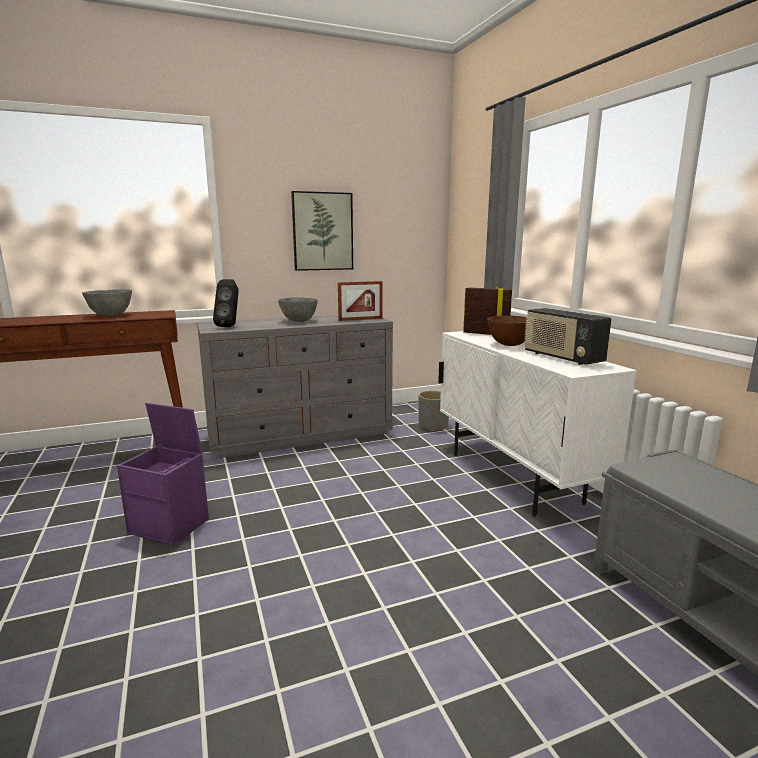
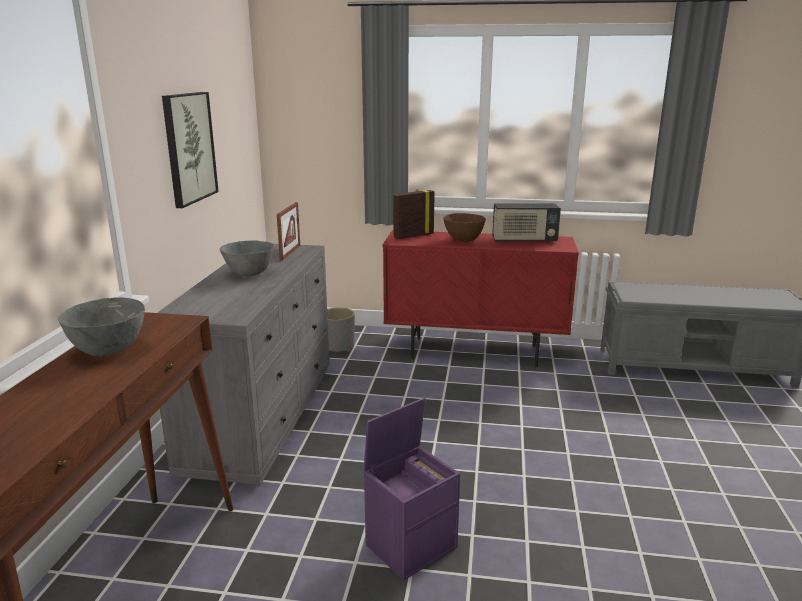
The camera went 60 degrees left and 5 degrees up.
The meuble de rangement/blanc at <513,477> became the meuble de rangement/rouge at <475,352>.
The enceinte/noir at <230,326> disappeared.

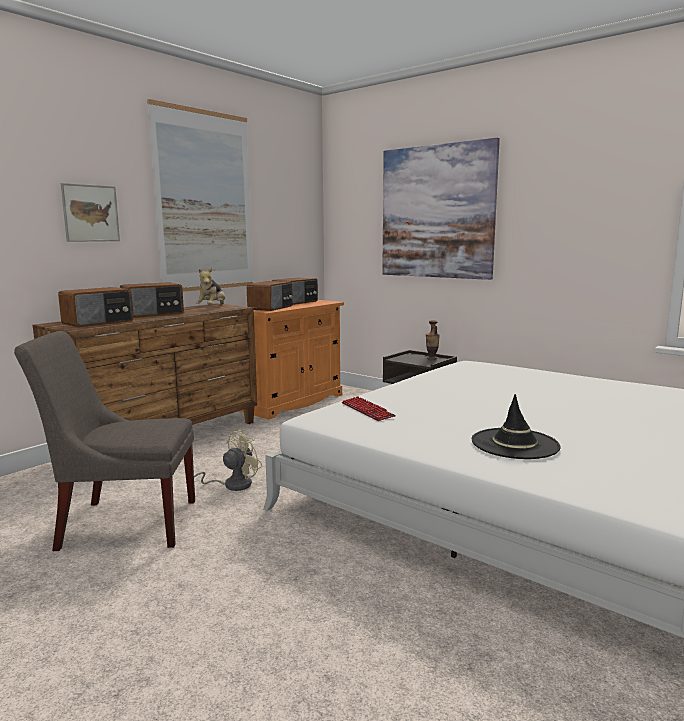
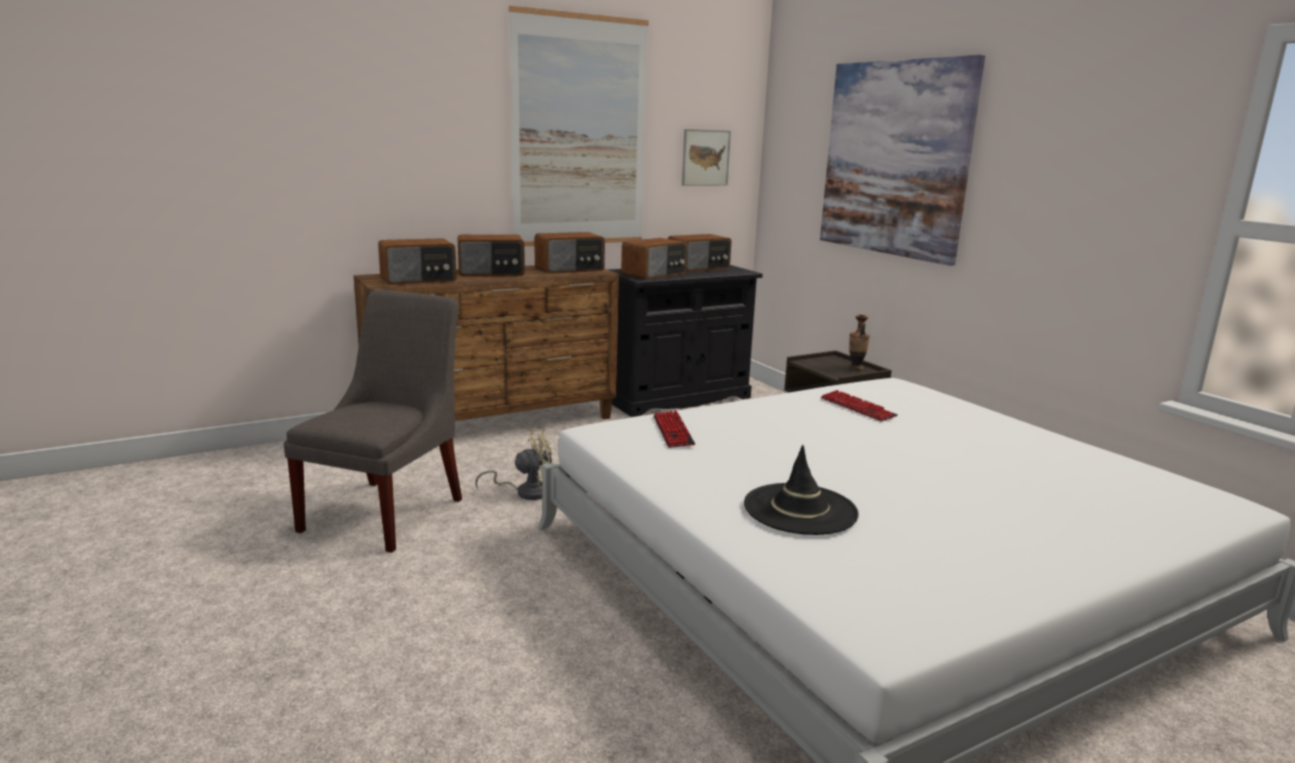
The camera went 20 degrees right and 5 degrees up.
The chaise/gris at <123,523> turned 90 degrees clockwise.
The peluche at <212,307> was replaced by the radio at <570,269>.
The meuble de rangement/orange at <290,402> became the meuble de rangement/noir at <676,397>.
The tableau moved from <90,213> to <705,157>.
The clavier at <857,408> appeared.

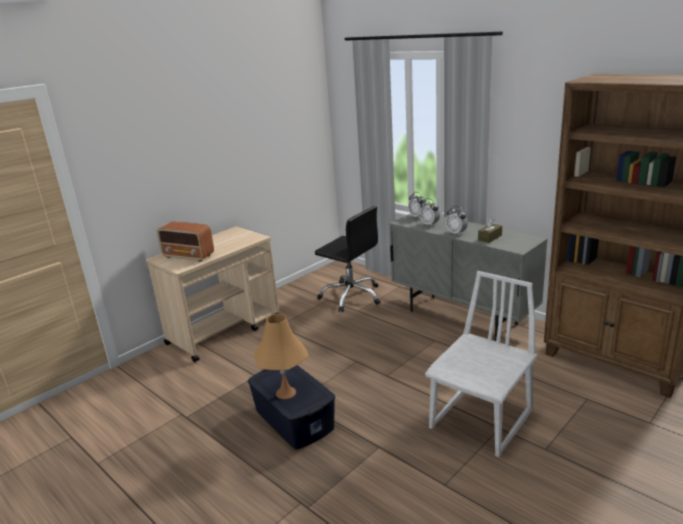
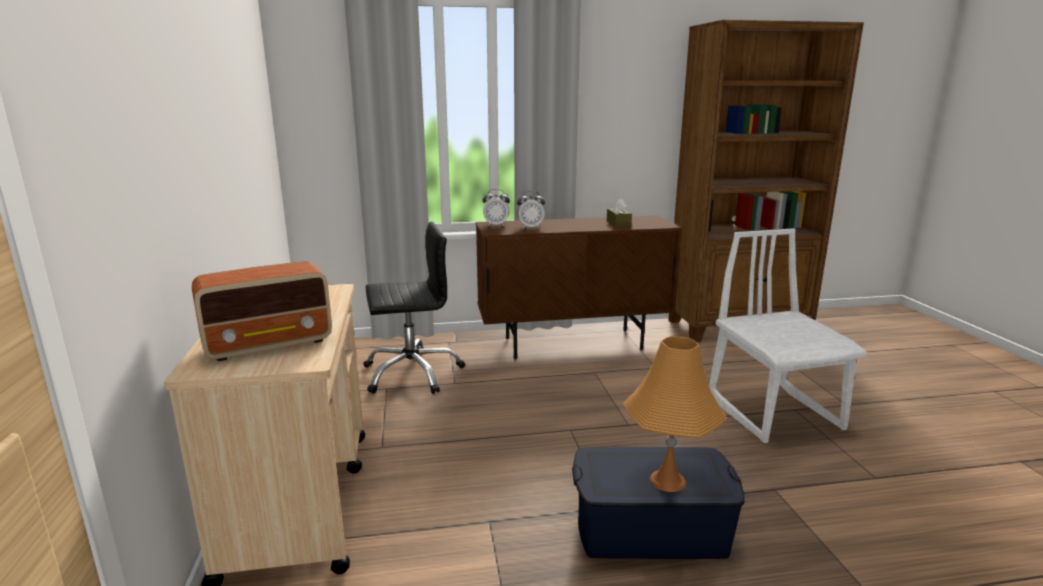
The camera went 55 degrees left and 5 degrees down.
The meuble de rangement/gris at <462,318> became the meuble de rangement/marron at <573,344>.
The réveil at <456,233> disappeared.

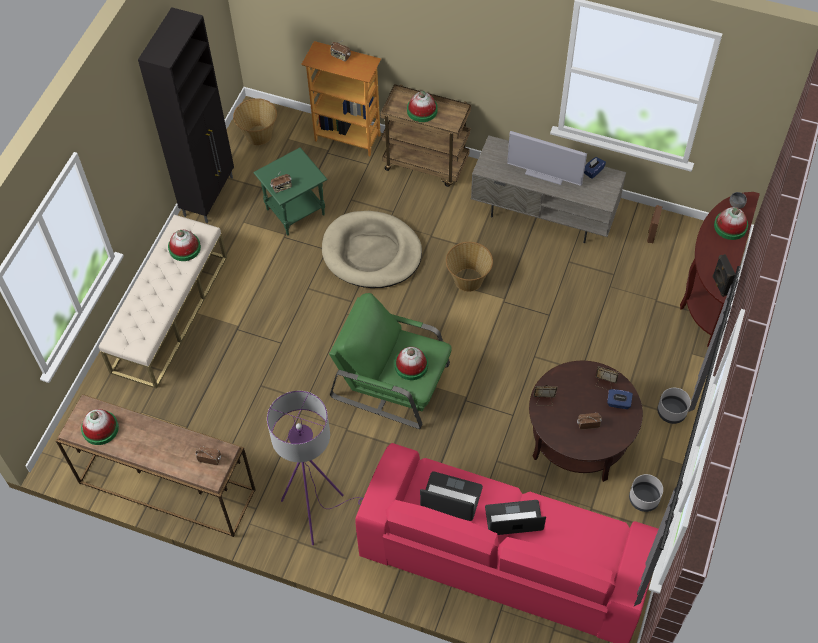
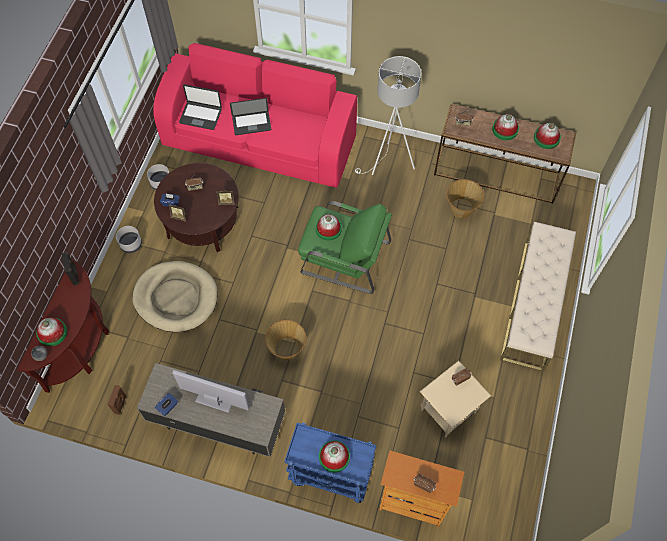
The camera went 175 degrees right and 5 degrees up.
The panier pour chien/beige moved from <371,252> to <176,298>.
The ordinateur portable moved from <451,498> to <201,115>.
The chariot/marron at <426,163> became the chariot/bleu at <330,475>.
The lampadaire/violet at <316,510> became the lampadaire/blanc at <388,164>.
The table d'appoint/vert at <296,211> became the table d'appoint/beige at <447,411>.
The panier moved from <258,135> to <461,209>.
The chapeau moved from <184,248> to <505,129>.
The meuble de rangement/noir at <209,196> disappeared.

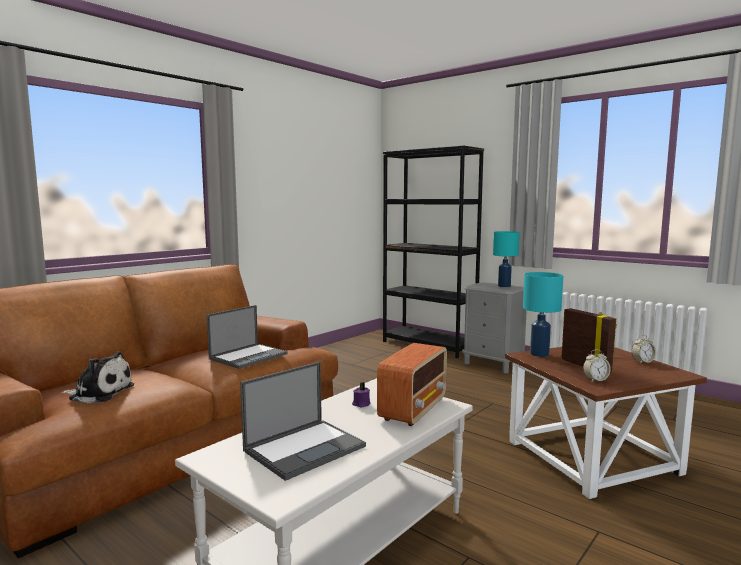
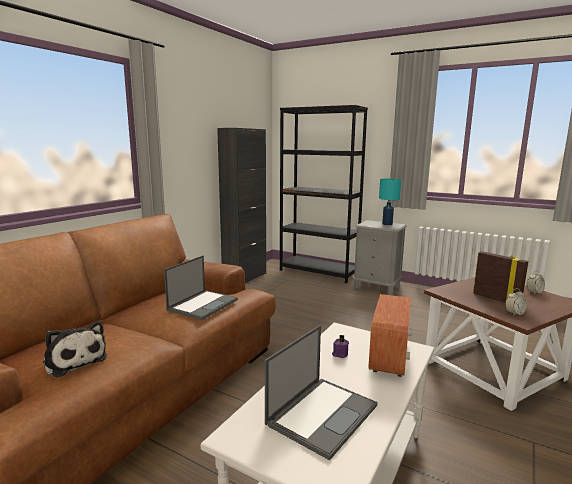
The camera went 10 degrees left and 5 degrees up.
The peluche at <99,393> turned 45 degrees clockwise.
The meuble de rangement/noir at <245,278> appeared.
The lampe de table/turquoise at <539,354> disappeared.

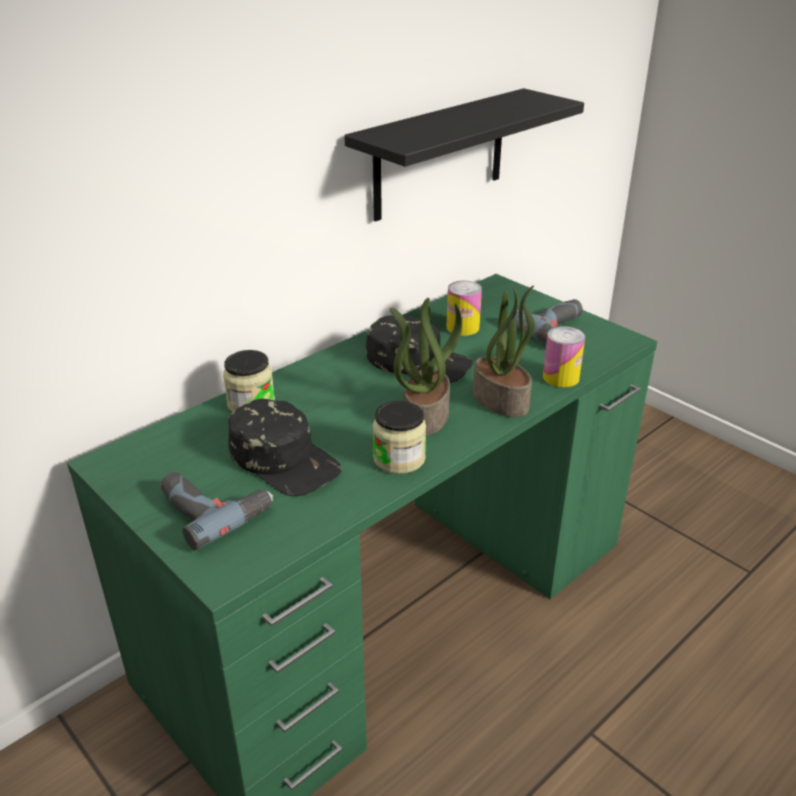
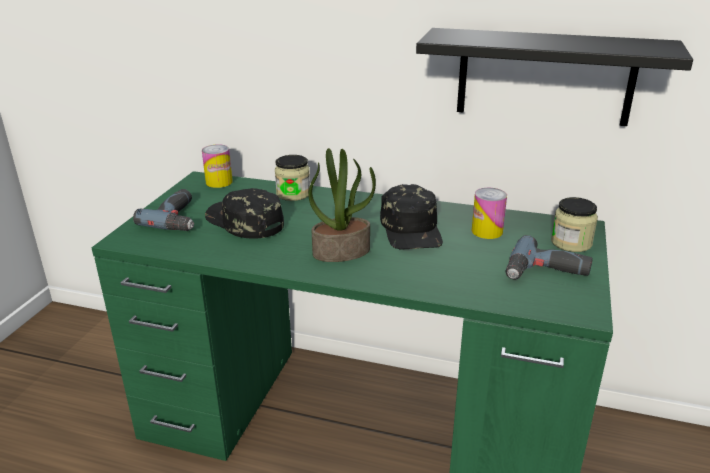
The camera went 60 degrees right and 5 degrees down.
The boîte métallique moved from <560,377> to <219,182>.
The casquette/noir at <284,459> turned 120 degrees clockwise.
The bocal moved from <399,458> to <571,243>.
The plante en pot at <502,400> disappeared.

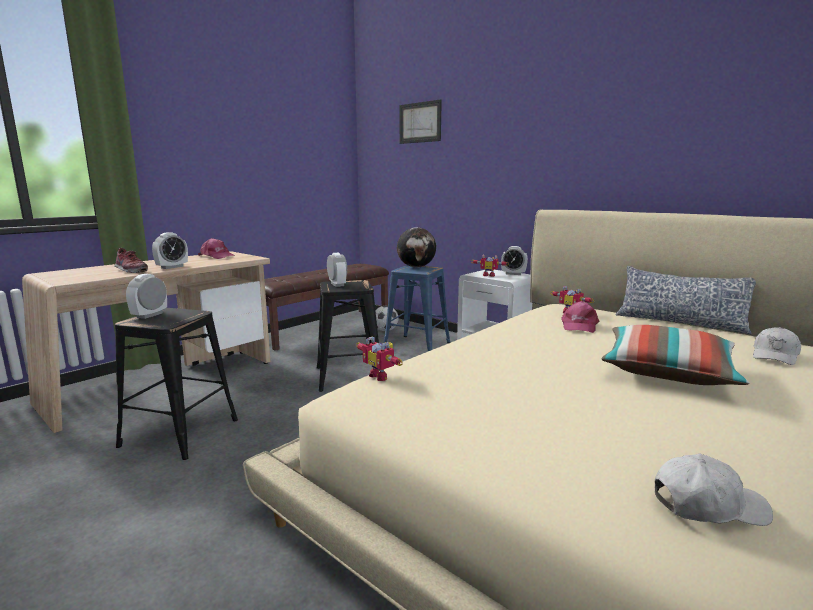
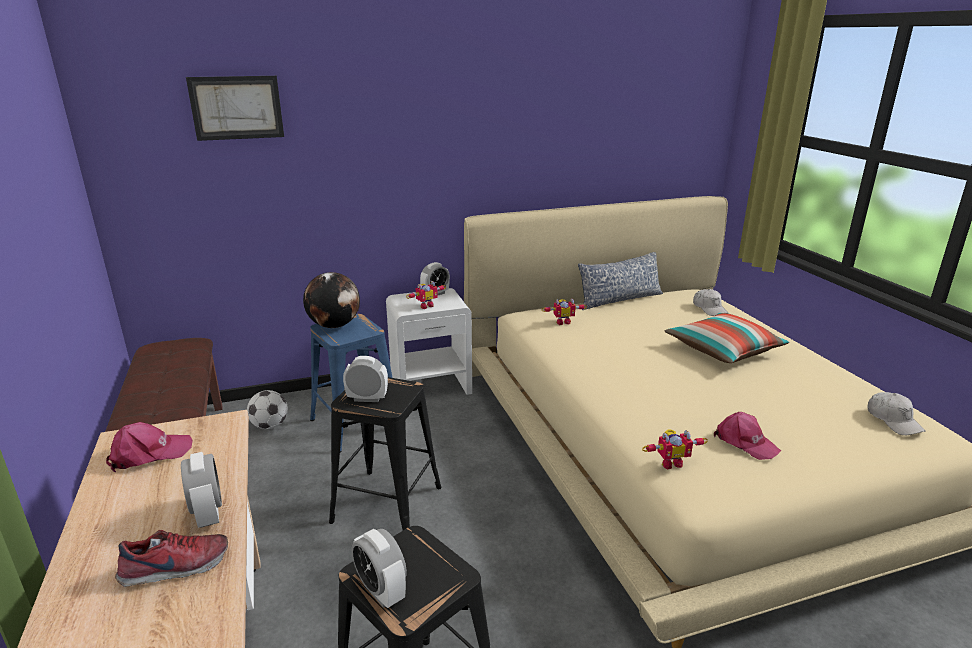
The camera went 60 degrees left and 10 degrees up.
The casquette/rose moved from <578,325> to <745,442>.
The casquette/blanc at <707,505> turned 135 degrees clockwise.

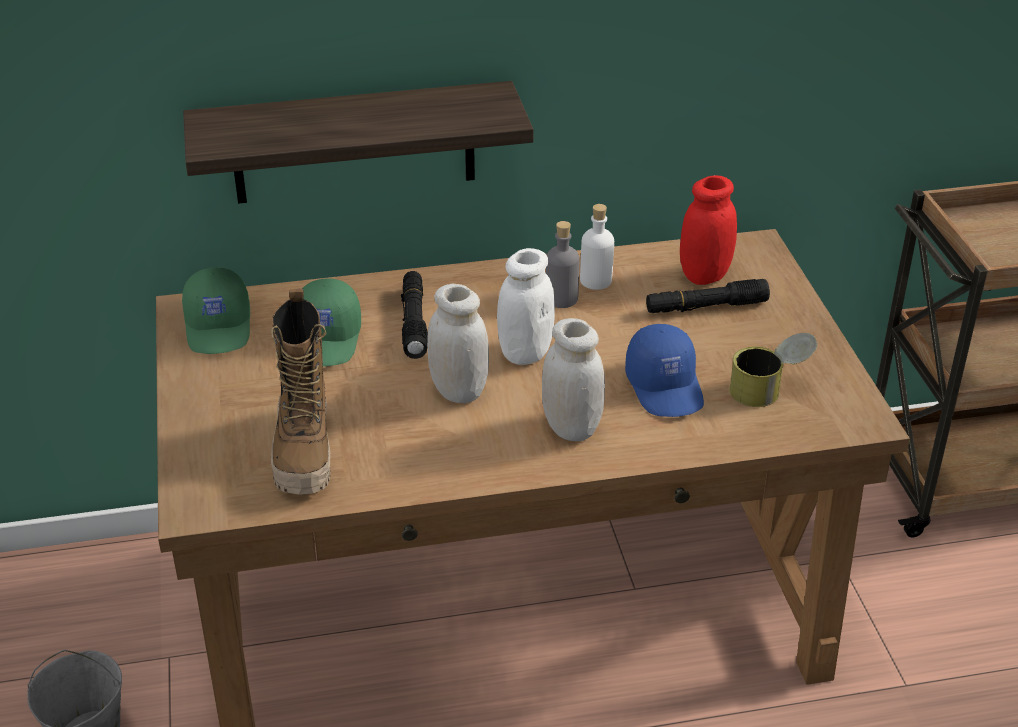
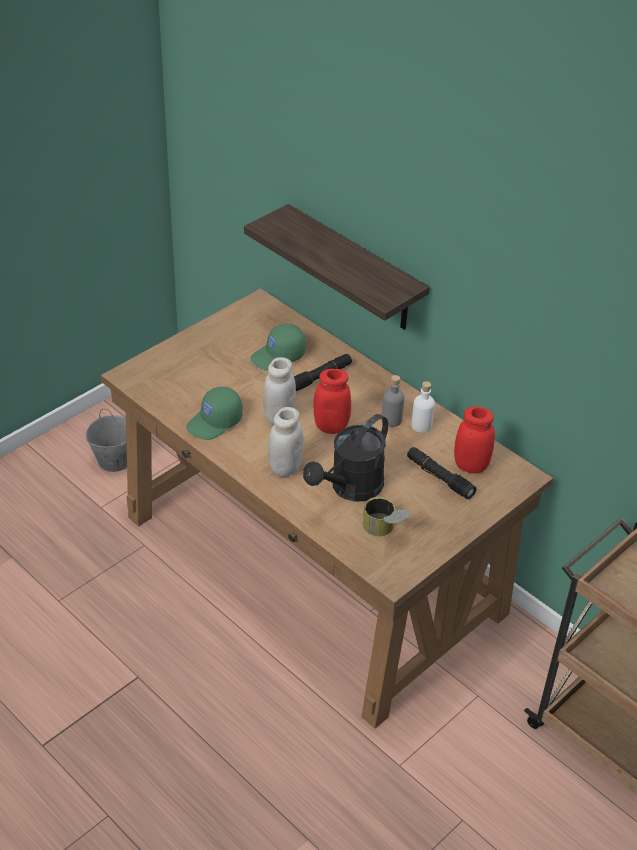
The camera went 55 degrees right and 5 degrees up.
The casquette/vert moved from <220,327> to <215,422>.
The casquette/bleu at <666,387> was replaced by the arrosoir/noir at <350,489>.
The bocal/blanc at <525,353> became the bocal/rouge at <331,426>.
The botte at <304,452> disappeared.

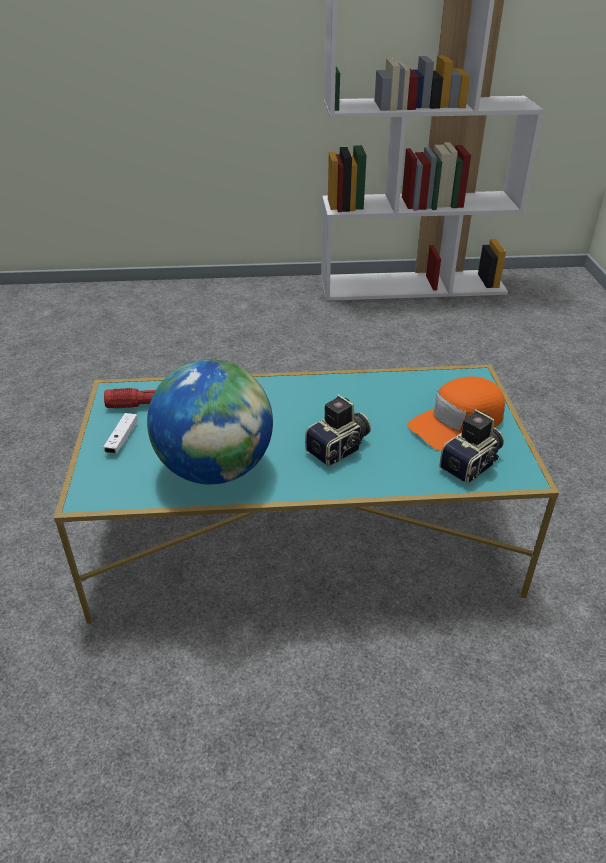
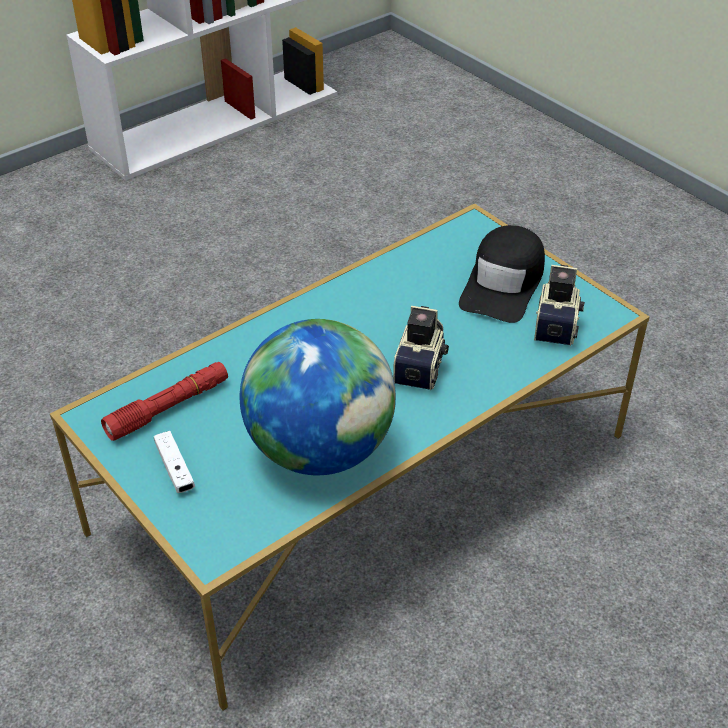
The camera went 35 degrees left and 5 degrees up.
The casquette/orange at <458,422> became the casquette/noir at <503,284>.

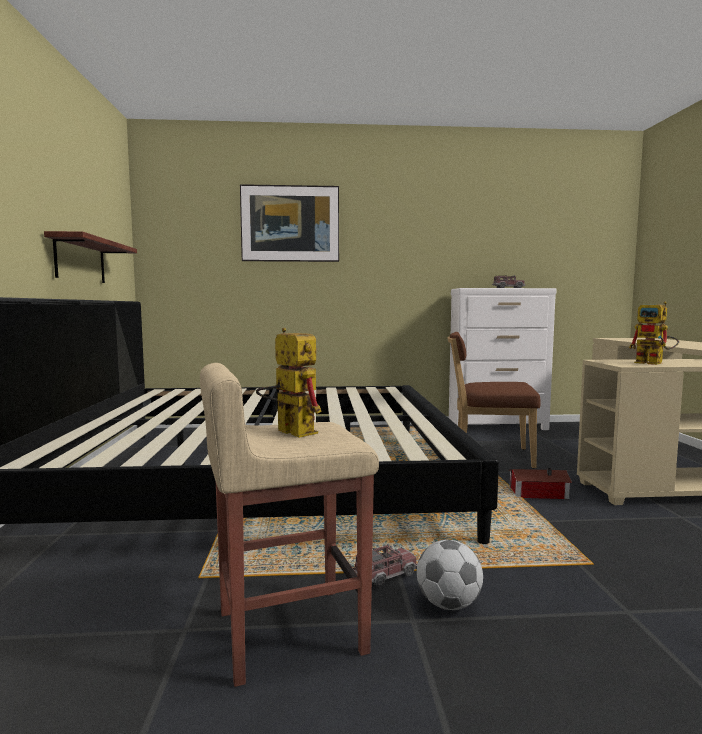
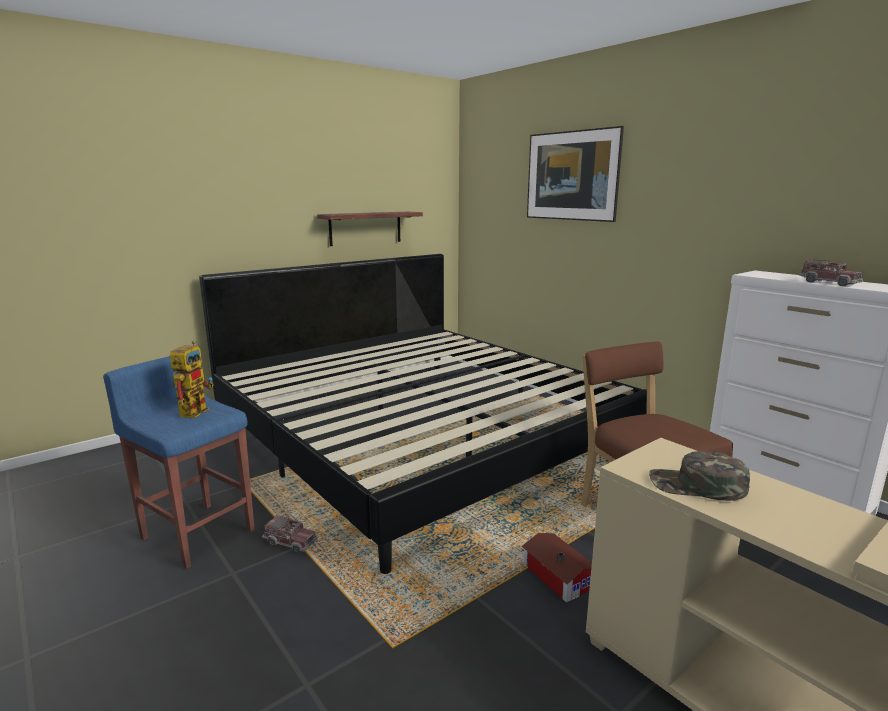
The camera went 55 degrees right and 10 degrees up.
The tabouret/beige at <287,632> became the tabouret/bleu at <197,533>.
The robot jouet at <655,363> was replaced by the casquette/vert at <697,485>.
The ballon de foot at <448,604> disappeared.

